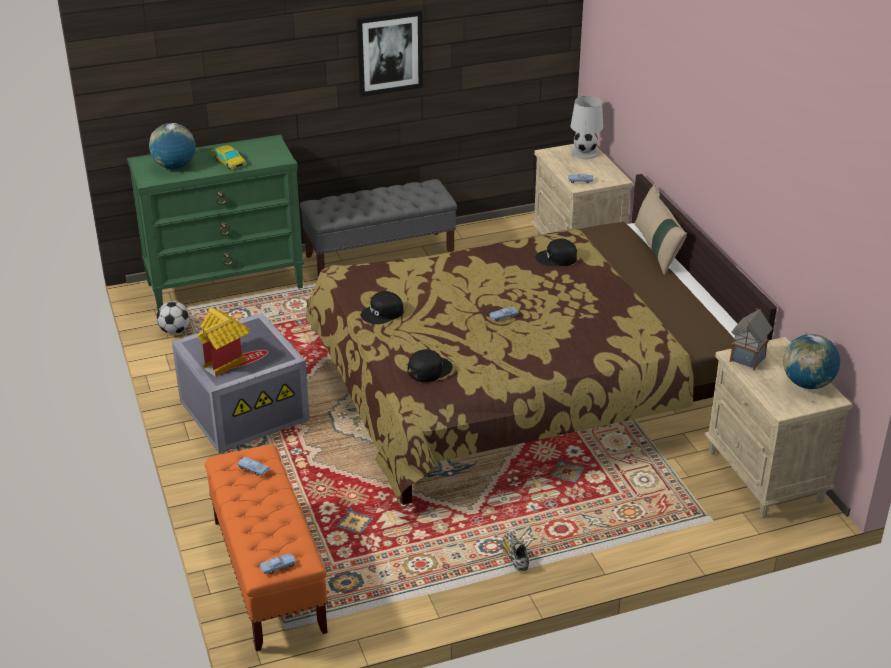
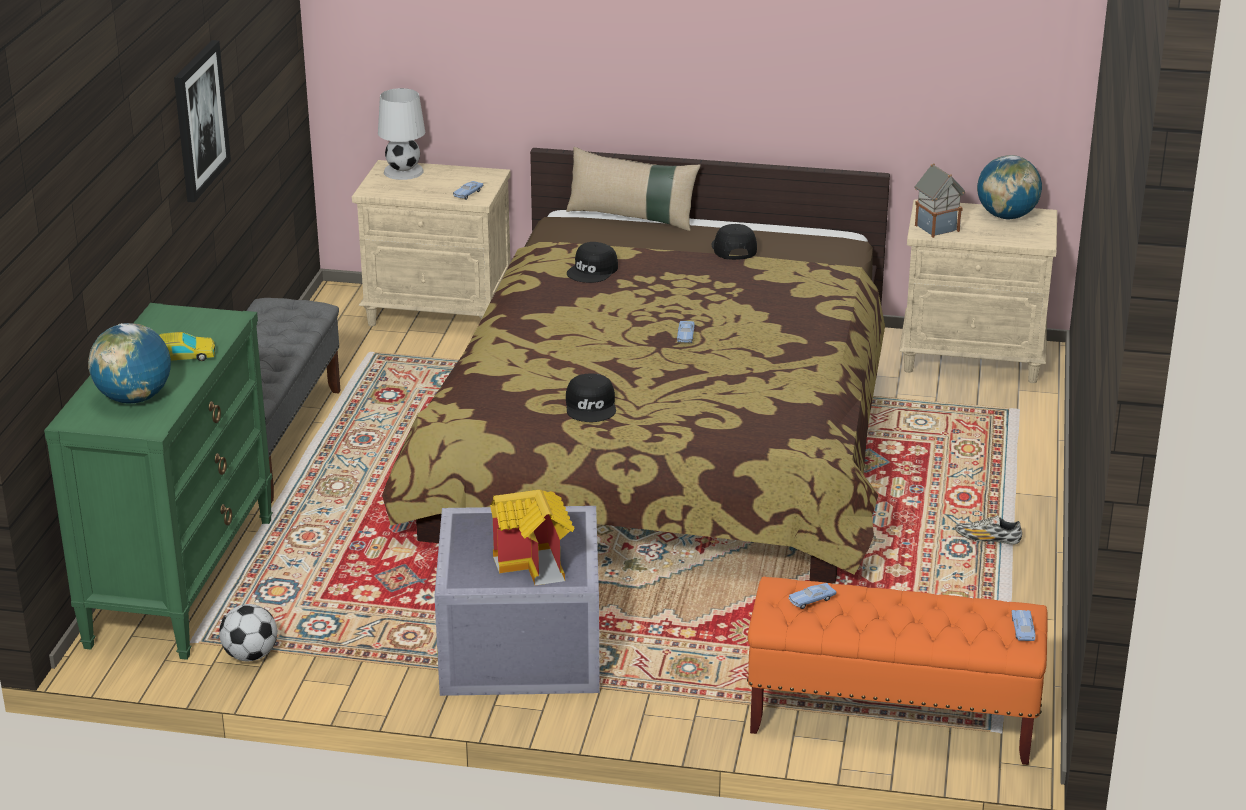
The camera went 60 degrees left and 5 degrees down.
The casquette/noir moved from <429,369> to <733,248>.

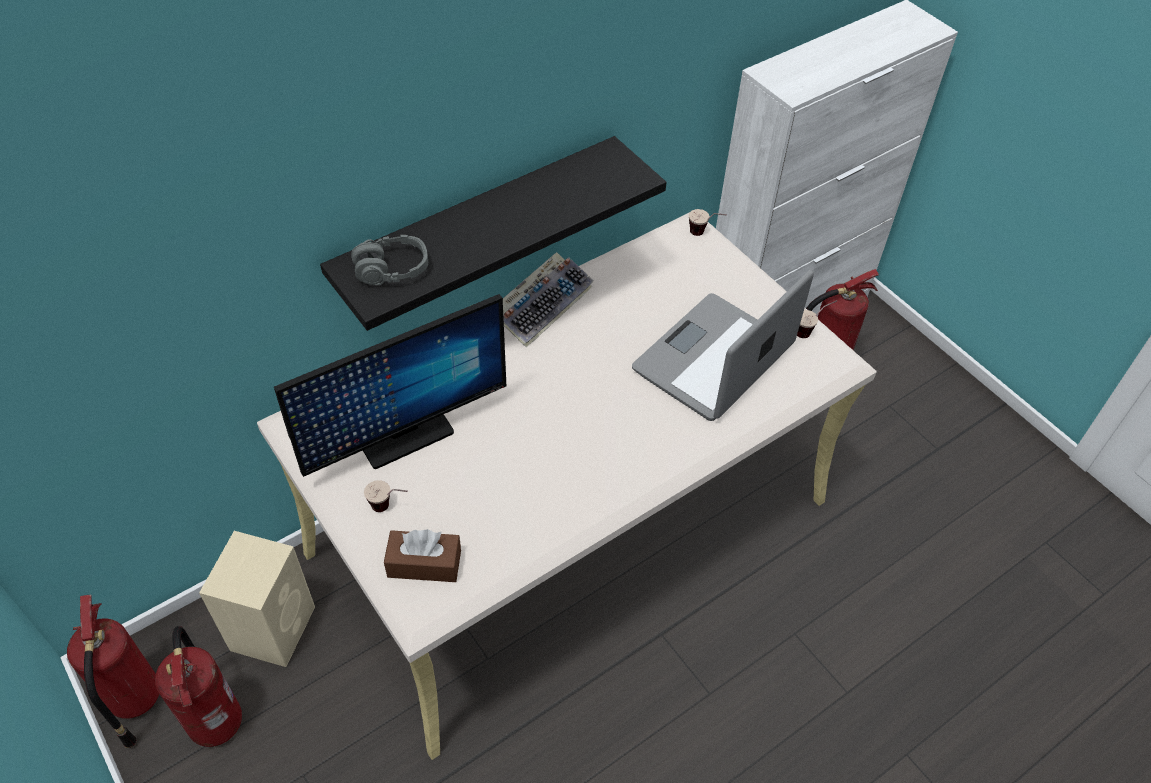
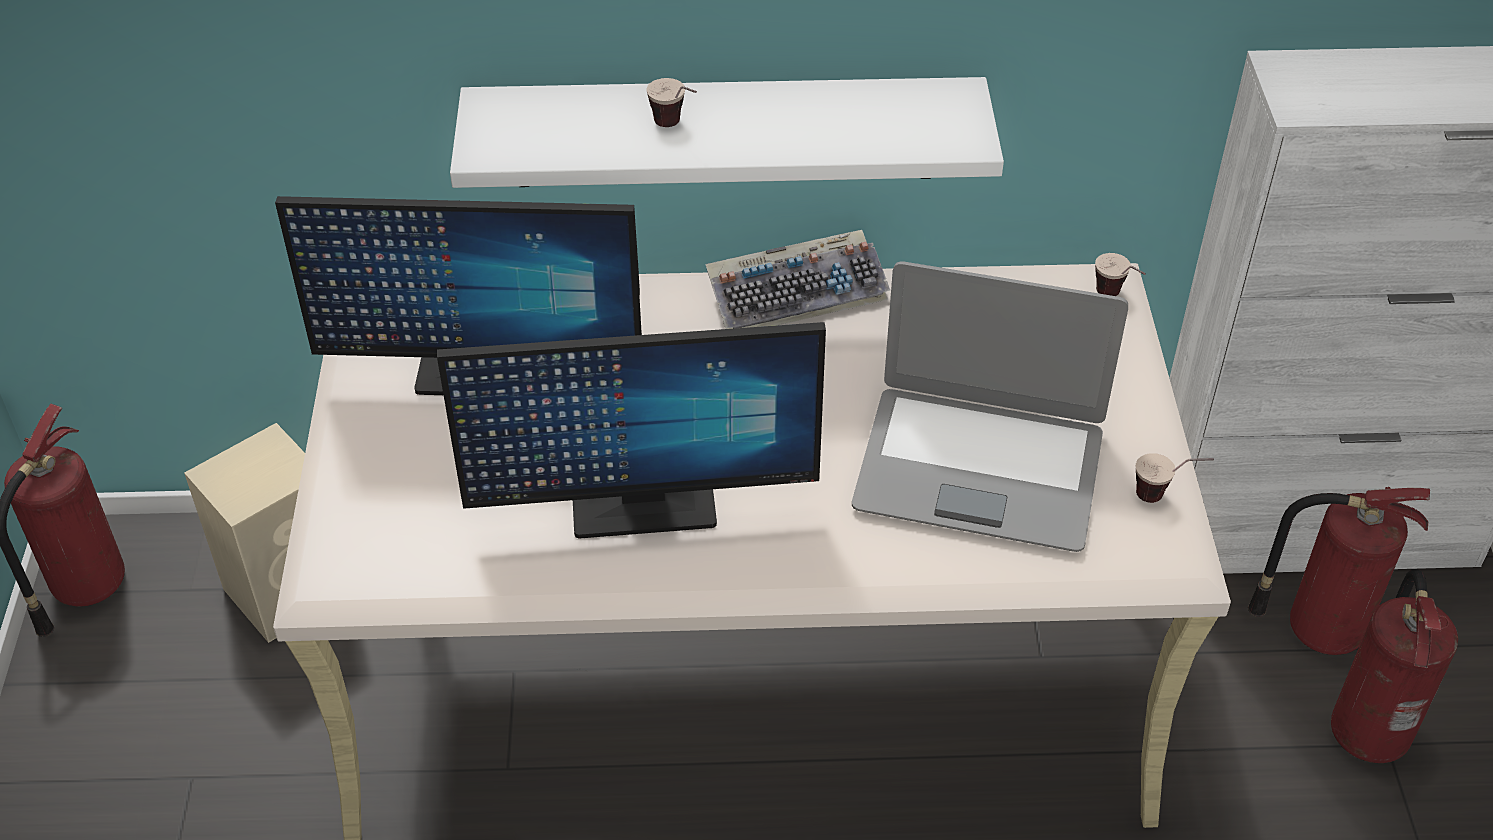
The camera went 35 degrees right and 5 degrees down.
The écran d'ordinateur at <642,505> appeared.
The étagère/noir at <478,226> became the étagère/blanc at <724,132>.
The tasse moved from <390,508> to <676,128>.
The ordinateur portable at <714,359> turned 150 degrees counterclockwise.
The extincteur moved from <216,718> to <1369,730>.
The casque audio/gris at <392,269> disappeared.
The boîte à mouchoirs/marron at <424,564> disappeared.

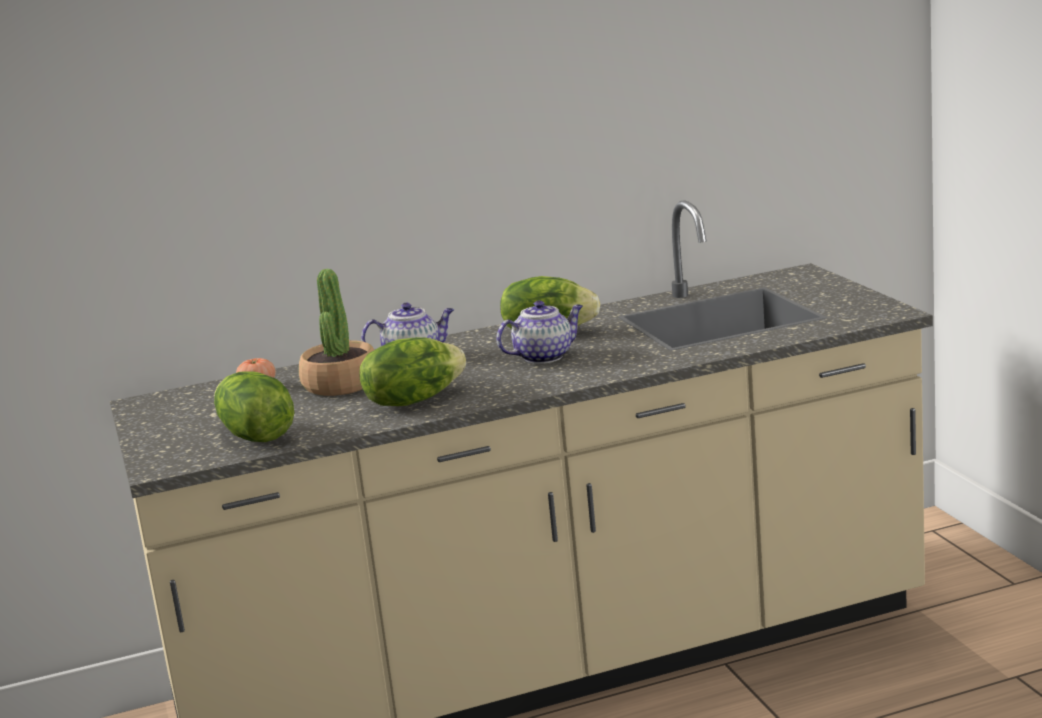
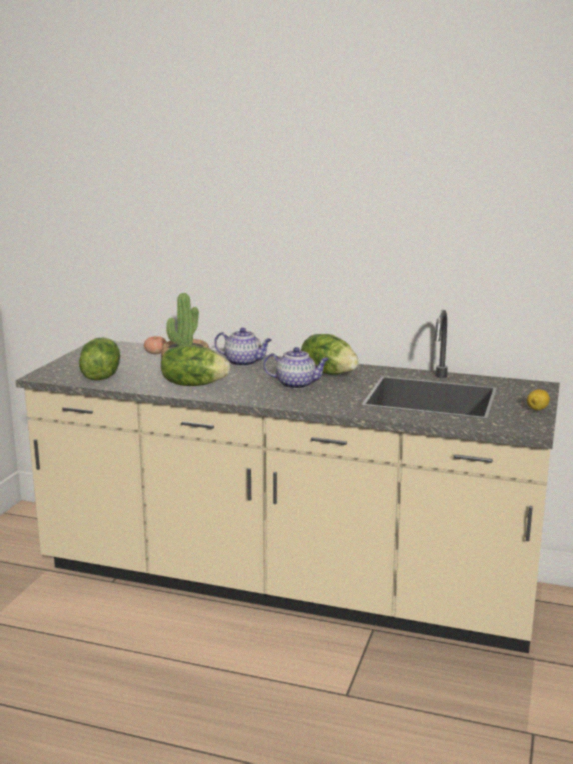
The camera went 35 degrees right and 0 degrees up.
The citron at <537,409> appeared.

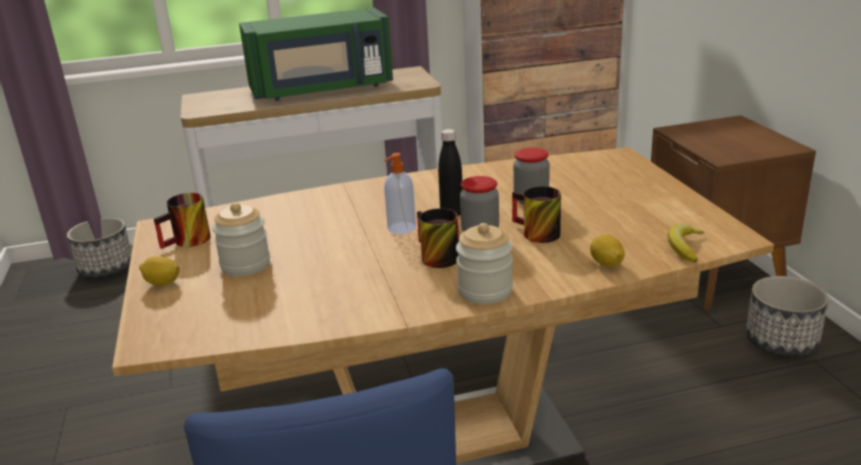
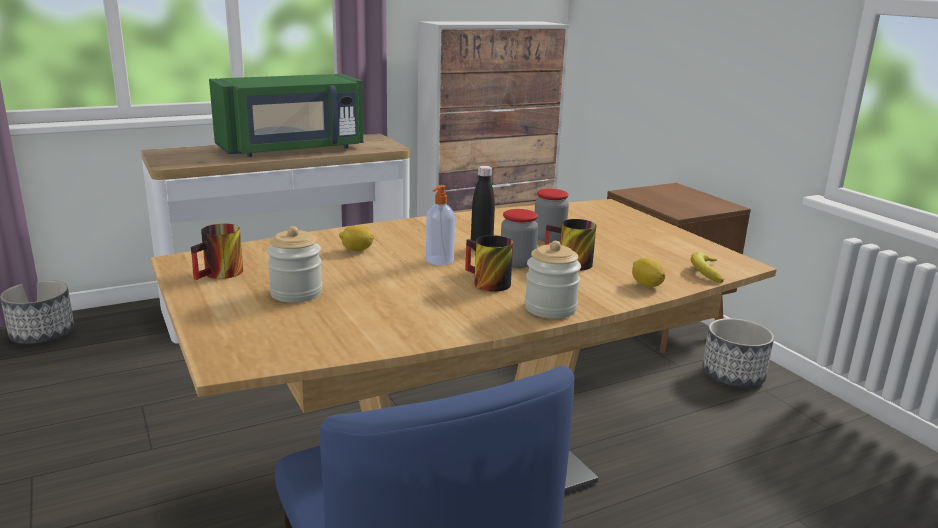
The camera went 15 degrees left and 5 degrees down.
The citron moved from <162,283> to <356,250>.

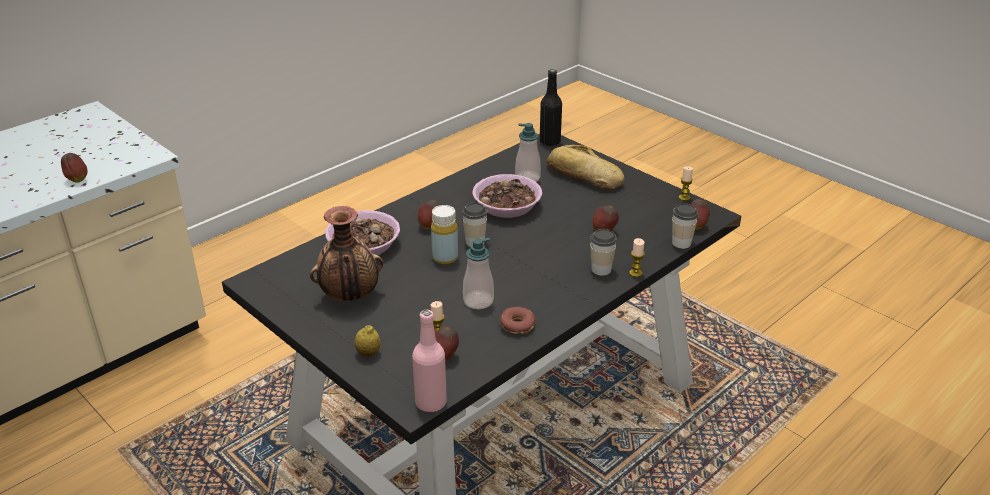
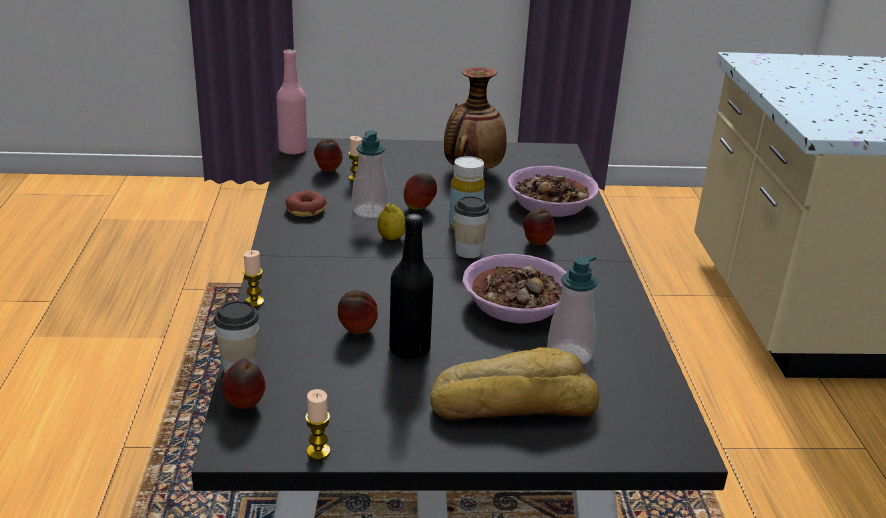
The camera went 130 degrees right and 5 degrees down.
The citron moved from <368,353> to <391,238>.
The bouteille/noir moved from <550,141> to <409,349>.
The pomme moved from <77,180> to <419,208>.
The tasse at <601,269> disappeared.

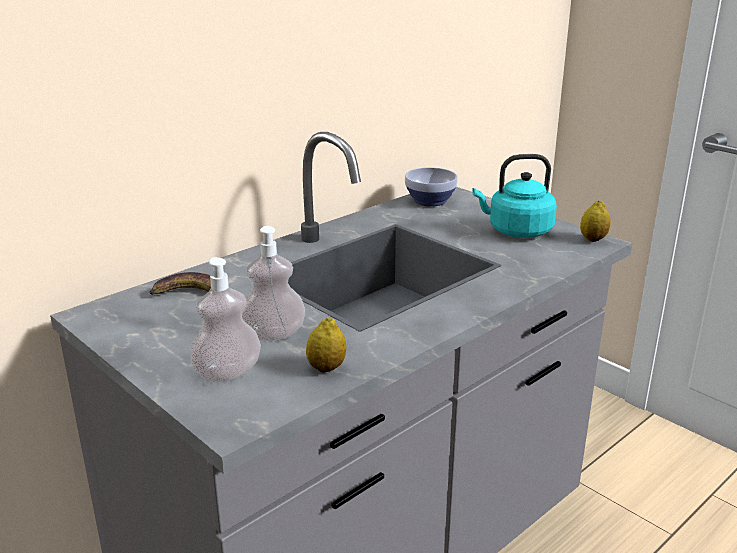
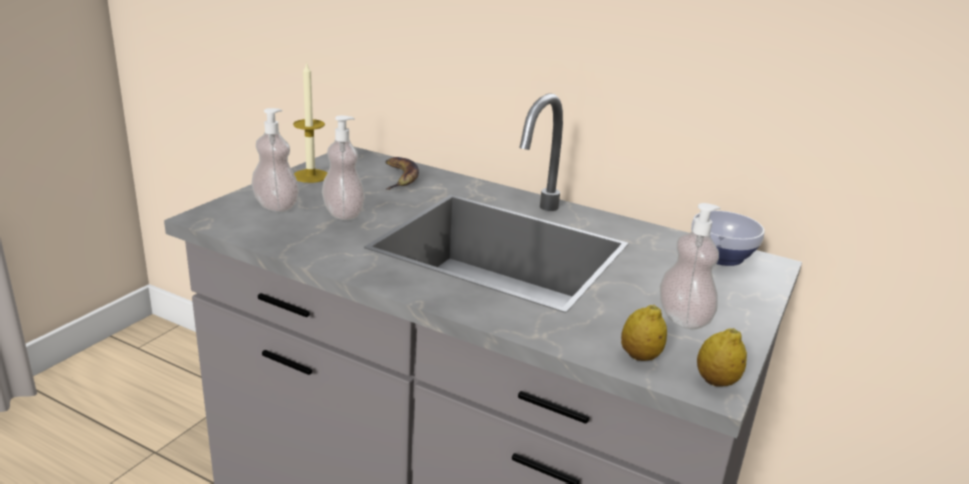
The camera went 70 degrees right and 0 degrees up.
The bougie at <311,176> appeared.
The citron moved from <326,368> to <640,356>.
The bouilloire/turquoise at <516,231> was replaced by the distributeur de savon at <683,318>.

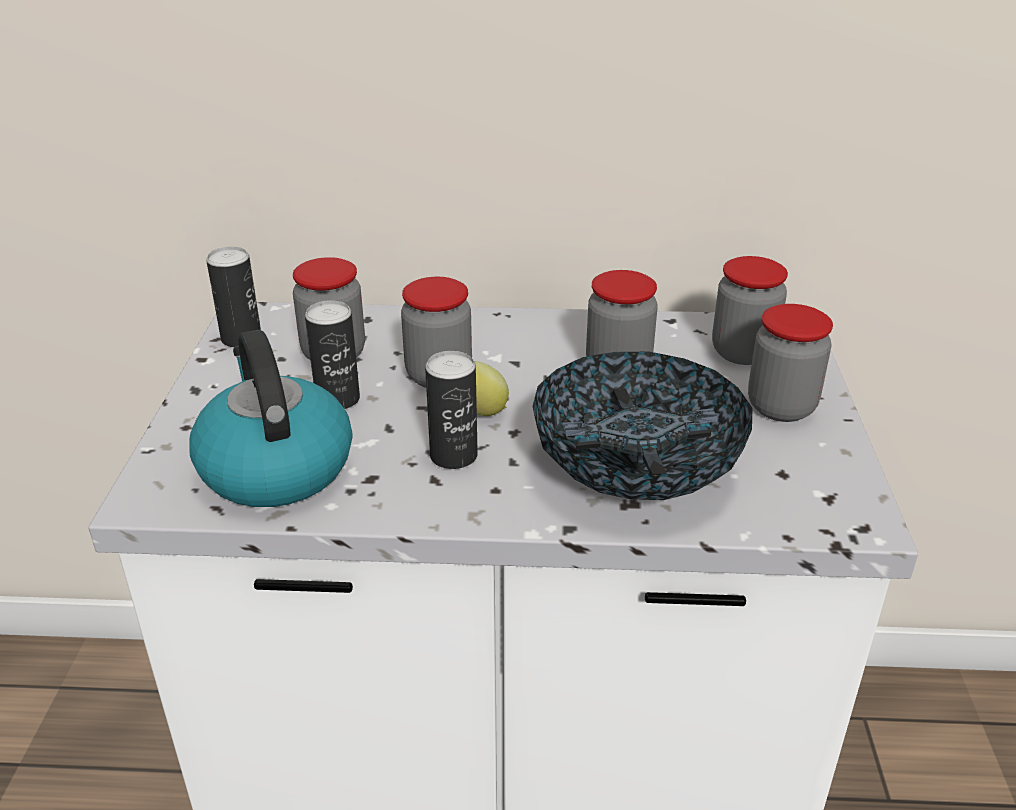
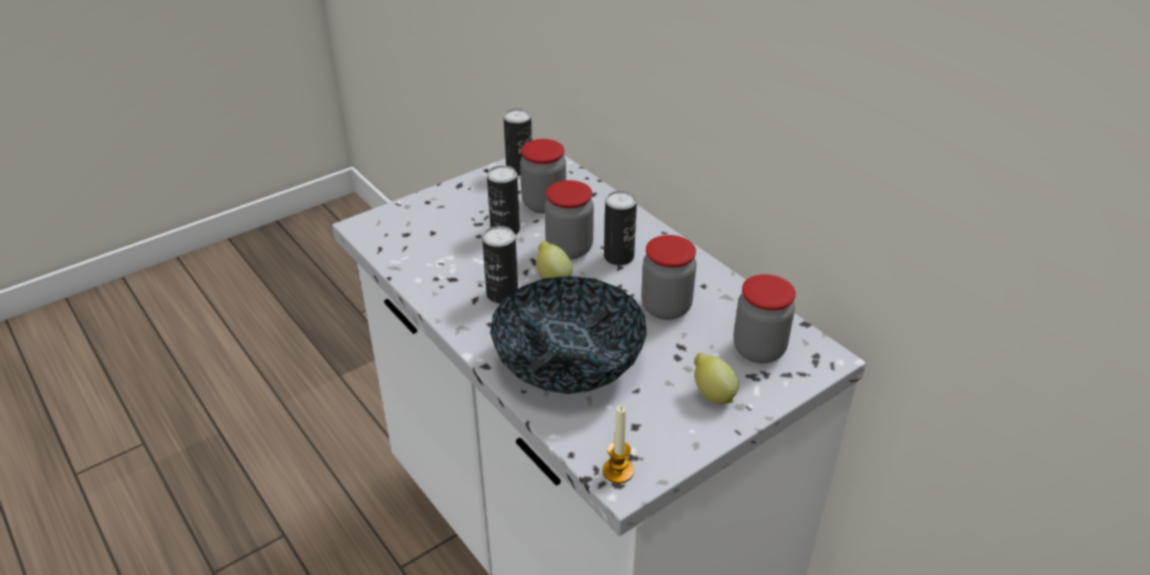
The camera went 50 degrees right and 5 degrees up.
The bougie at <618,471> appeared.
The boîte métallique at <619,257> appeared.
The bocal at <781,407> was replaced by the citron at <712,395>.
The bouilloire at <274,467> disappeared.

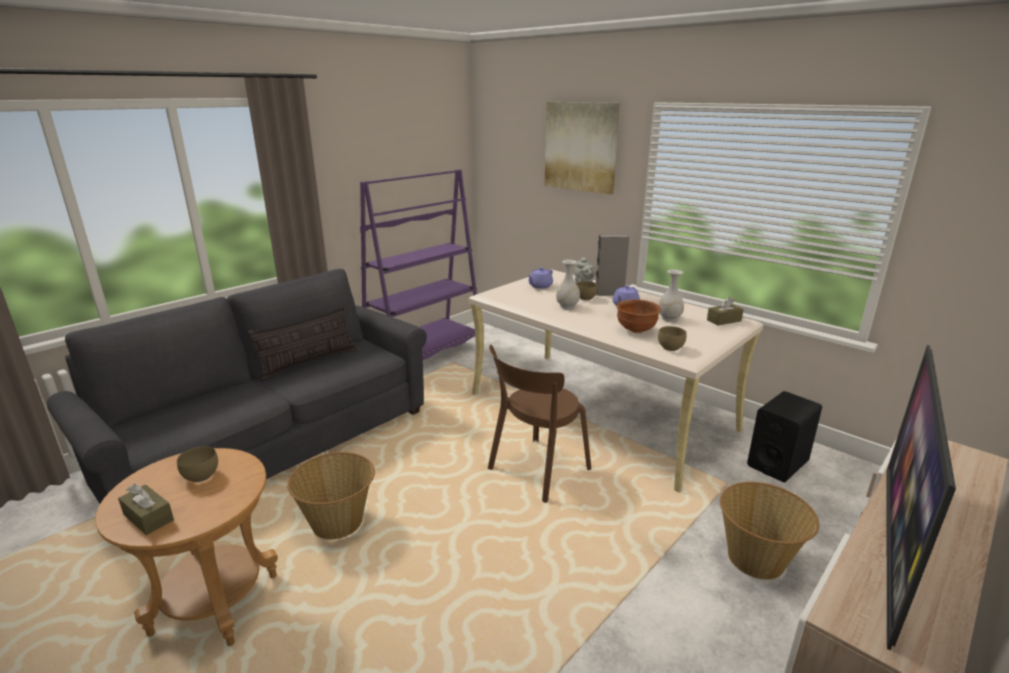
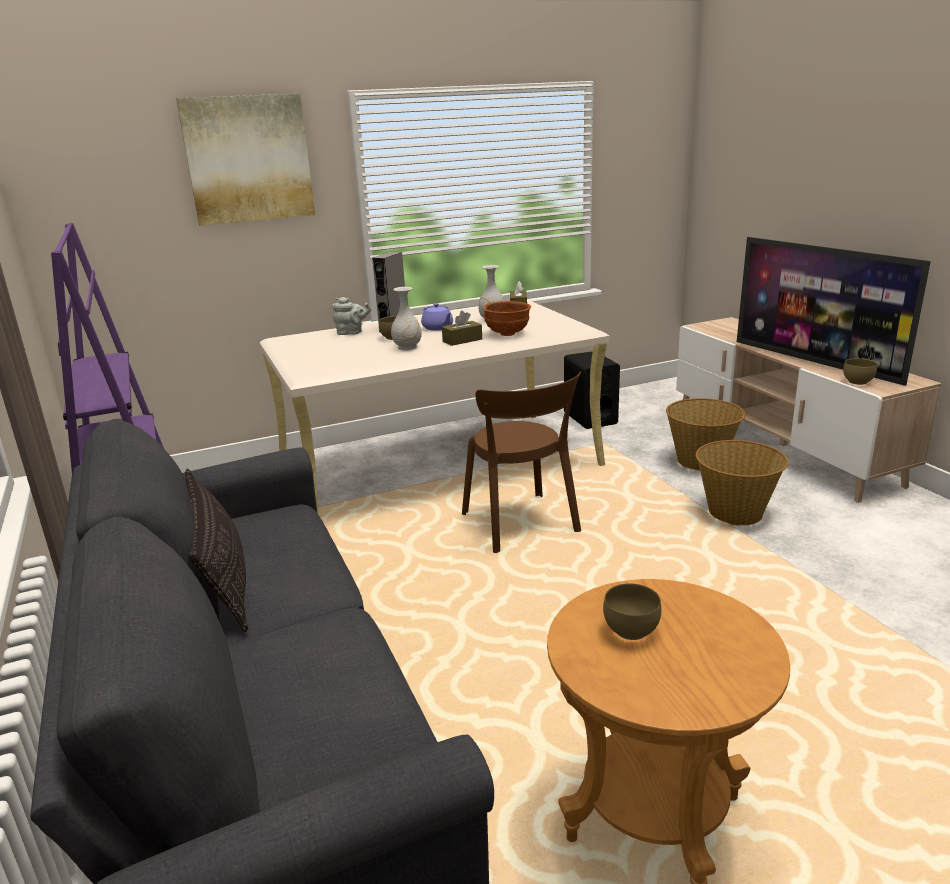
The camera went 65 degrees left and 0 degrees up.
The boîte à mouchoirs/marron moved from <148,517> to <462,340>.
The panier moved from <338,523> to <735,512>.
The bol/marron moved from <671,348> to <859,382>.
The théière/violet at <540,286> disappeared.

